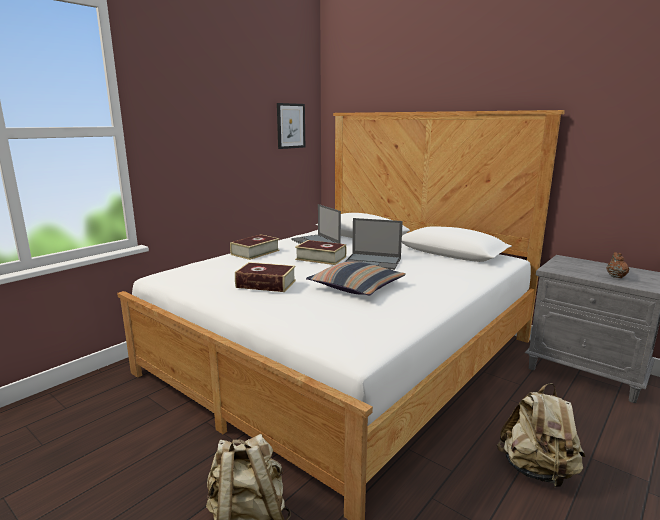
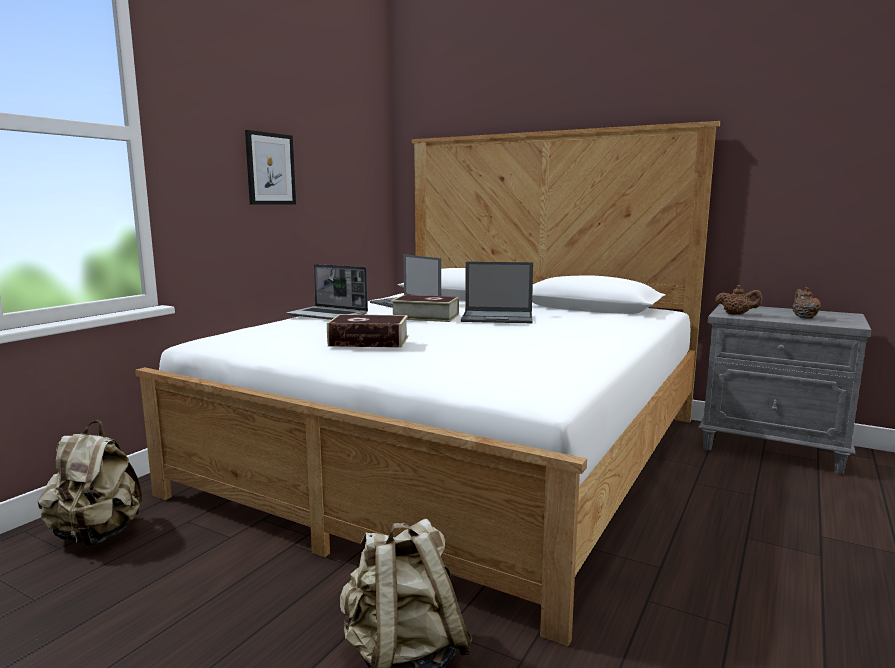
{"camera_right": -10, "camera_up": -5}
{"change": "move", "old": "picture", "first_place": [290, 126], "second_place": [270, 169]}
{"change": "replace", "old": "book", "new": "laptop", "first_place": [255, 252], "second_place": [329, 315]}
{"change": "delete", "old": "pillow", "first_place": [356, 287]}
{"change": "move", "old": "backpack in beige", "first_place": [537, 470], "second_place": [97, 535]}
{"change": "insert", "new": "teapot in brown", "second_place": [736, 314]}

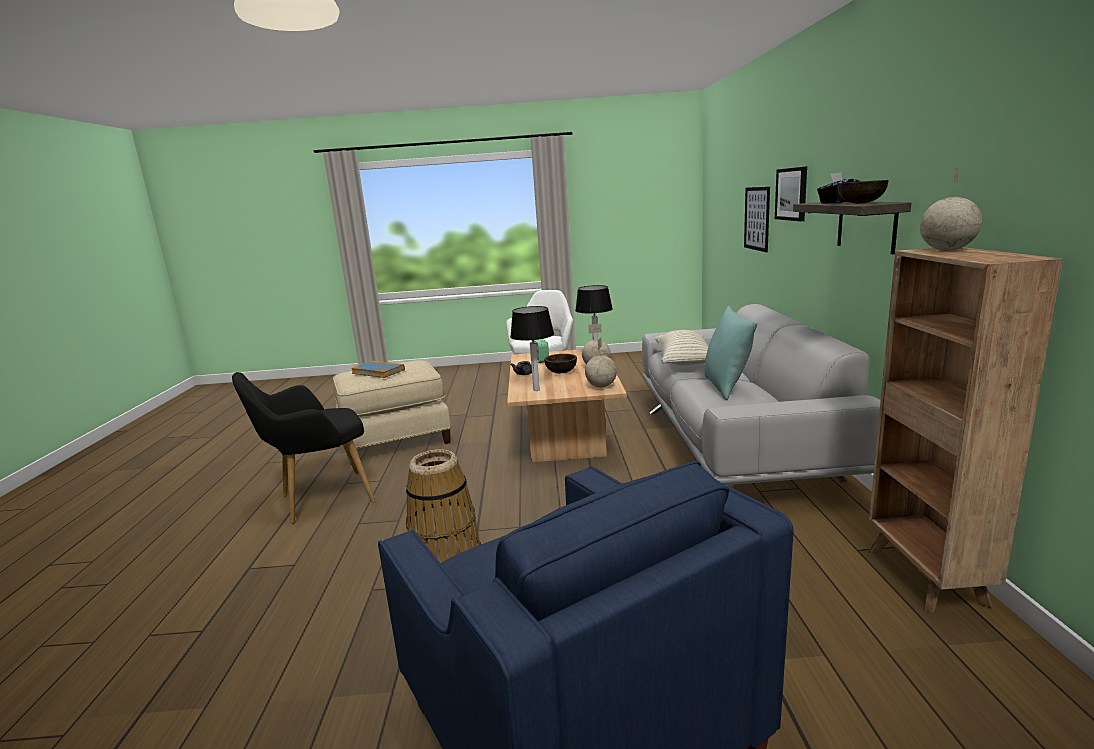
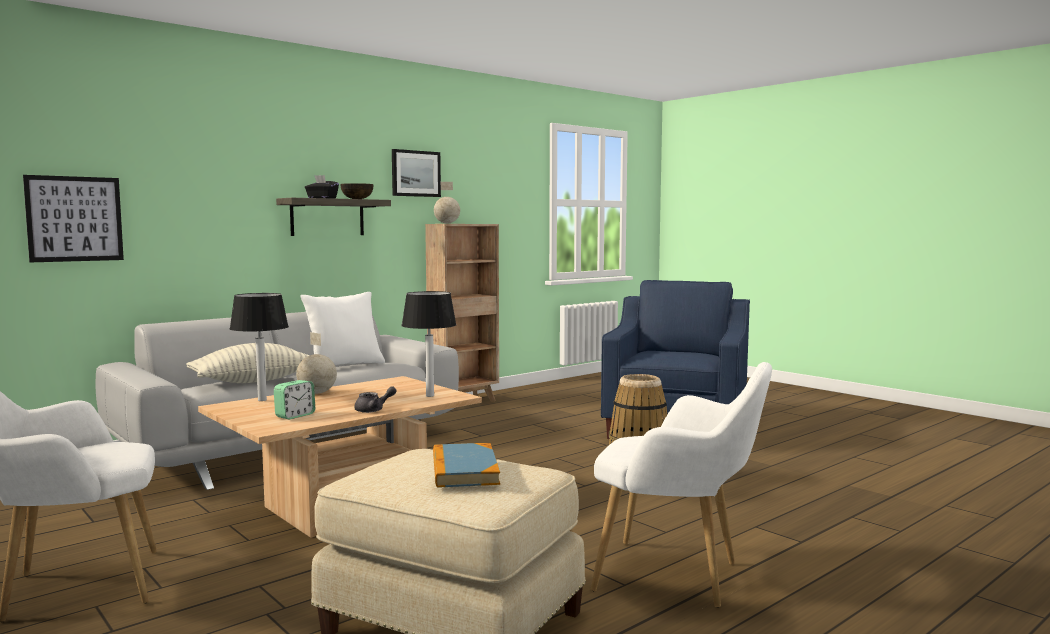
{"camera_right": -130, "camera_up": -10}
{"change": "move", "old": "picture", "first_place": [792, 194], "second_place": [415, 173]}
{"change": "recolor", "old": "pillow in turquoise", "new": "pillow in white", "first_place": [727, 387], "second_place": [344, 366]}
{"change": "delete", "old": "globe", "first_place": [601, 386]}
{"change": "delete", "old": "bowl in brown", "first_place": [561, 372]}
{"change": "recolor", "old": "armchair in black", "new": "armchair in white", "first_place": [320, 500], "second_place": [677, 577]}

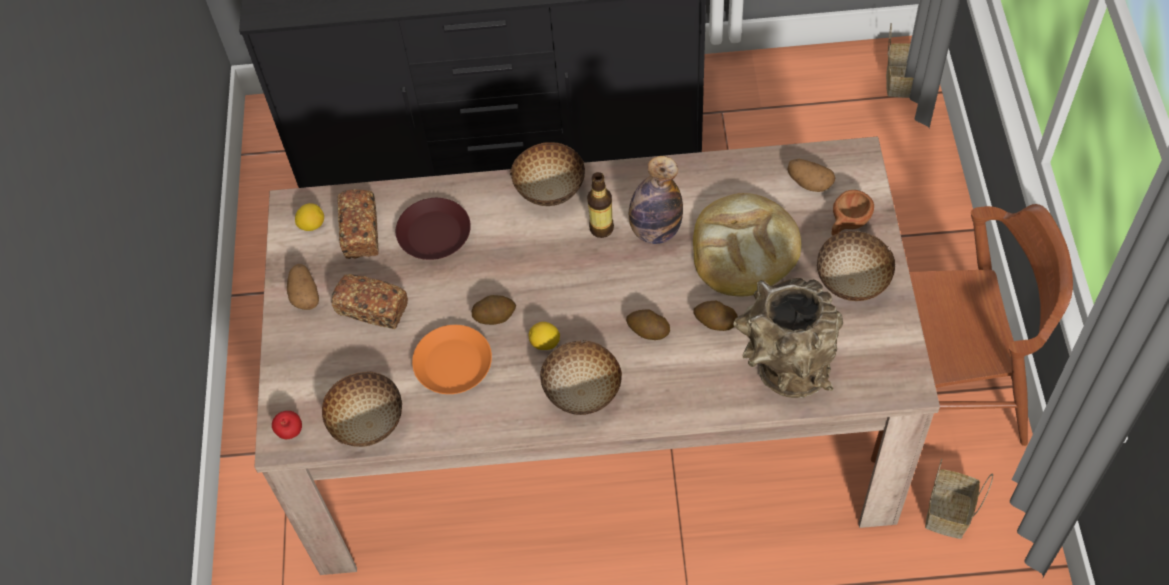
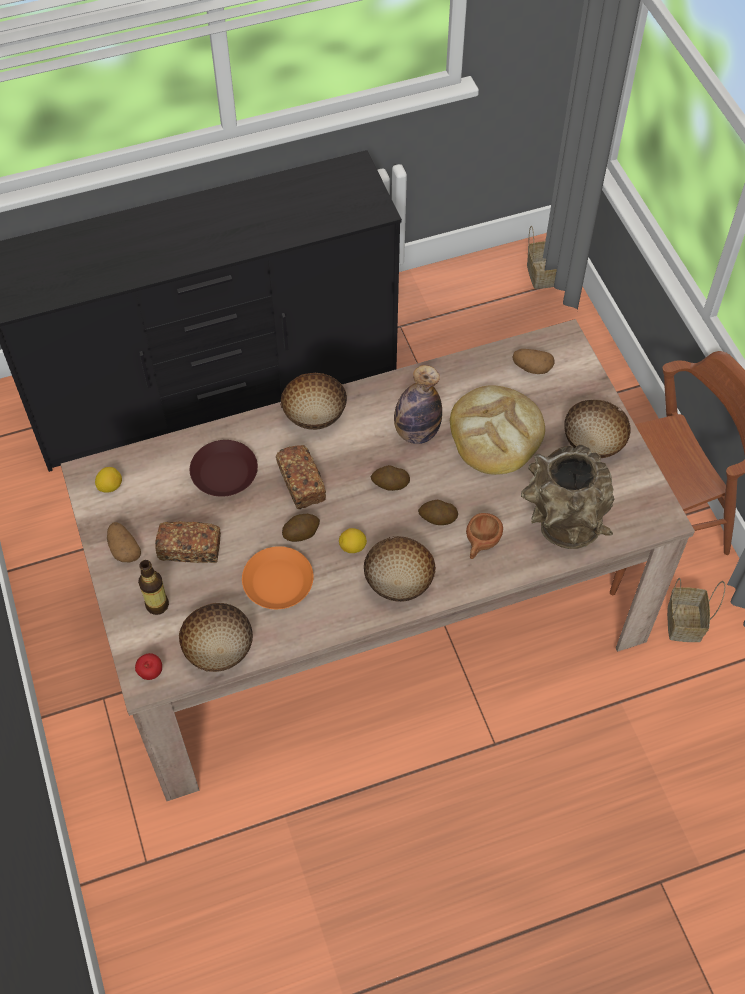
{"camera_right": -20, "camera_up": 0}
{"change": "move", "old": "bottle", "first_place": [601, 228], "second_place": [157, 605]}
{"change": "move", "old": "bread", "first_place": [361, 232], "second_place": [301, 484]}
{"change": "move", "old": "cup in brown", "first_place": [847, 224], "second_place": [480, 544]}
{"change": "move", "old": "potato", "first_place": [715, 322], "second_place": [390, 484]}

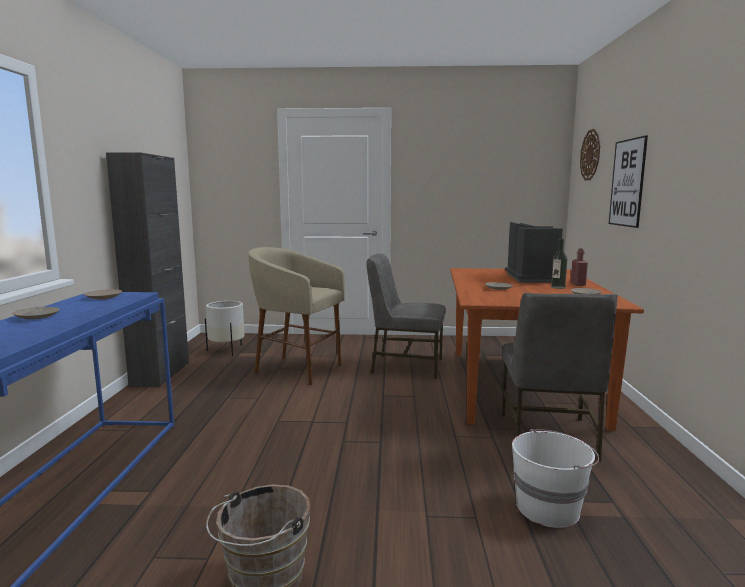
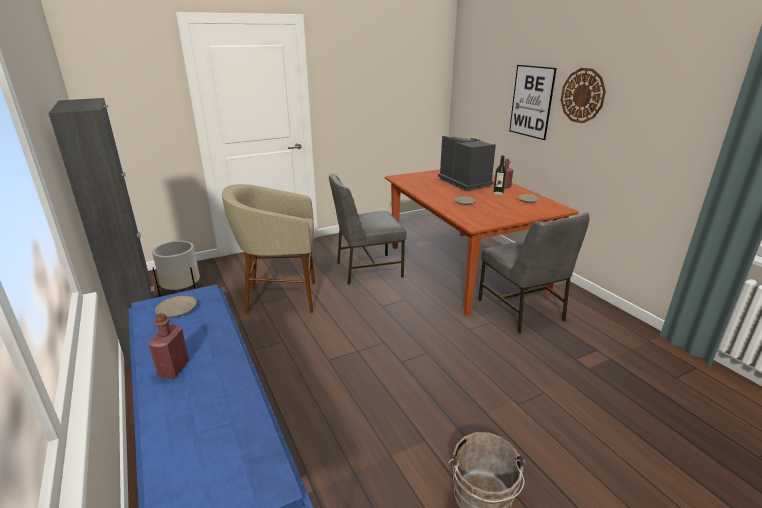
{"camera_right": -30, "camera_up": 15}
{"change": "move", "old": "wall clock", "first_place": [590, 155], "second_place": [582, 95]}
{"change": "replace", "old": "plate in beige", "new": "bottle in red", "first_place": [37, 317], "second_place": [174, 369]}
{"change": "delete", "old": "bucket in white", "first_place": [549, 508]}

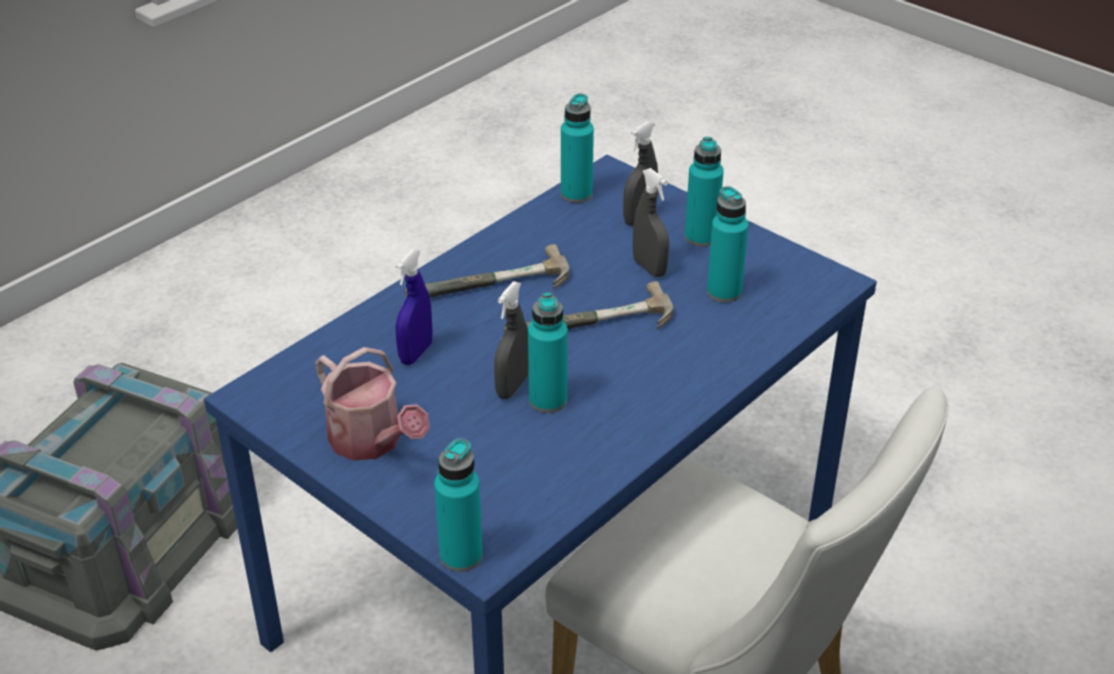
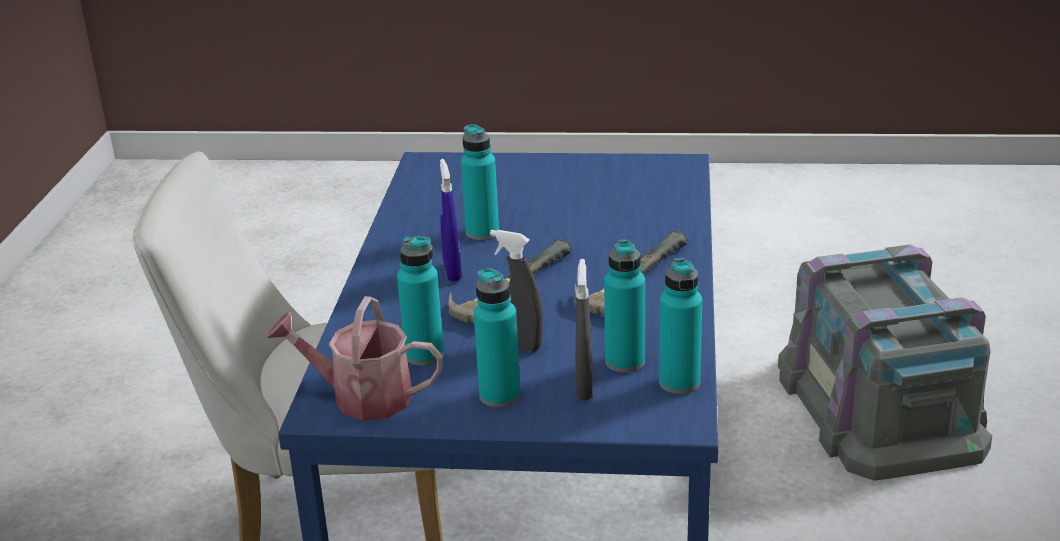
{"camera_right": 145, "camera_up": -10}
{"change": "move", "old": "spray bottle in blue", "first_place": [416, 353], "second_place": [452, 272]}
{"change": "delete", "old": "spray bottle in grey", "first_place": [512, 387]}
{"change": "move", "old": "watering can", "first_place": [372, 442], "second_place": [361, 397]}
{"change": "move", "old": "bottle in turquoise", "first_place": [461, 556], "second_place": [625, 362]}

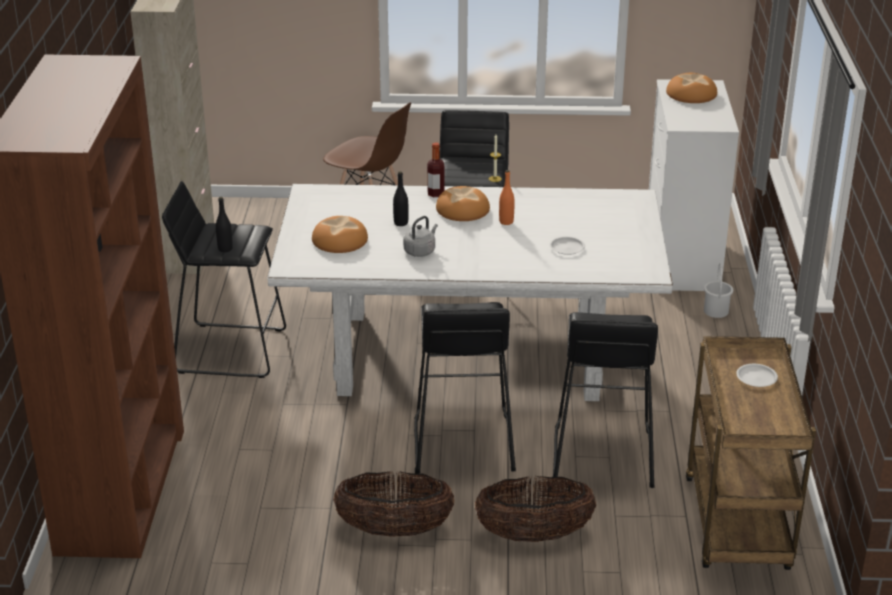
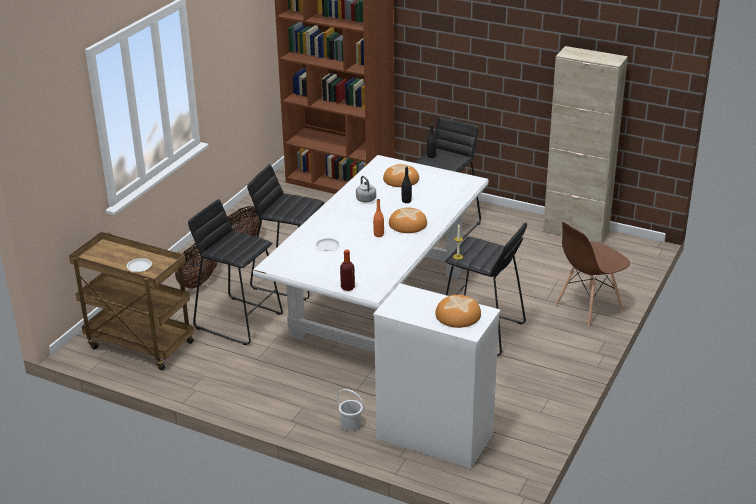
{"camera_right": 115, "camera_up": 0}
{"change": "move", "old": "bottle", "first_place": [436, 194], "second_place": [347, 287]}

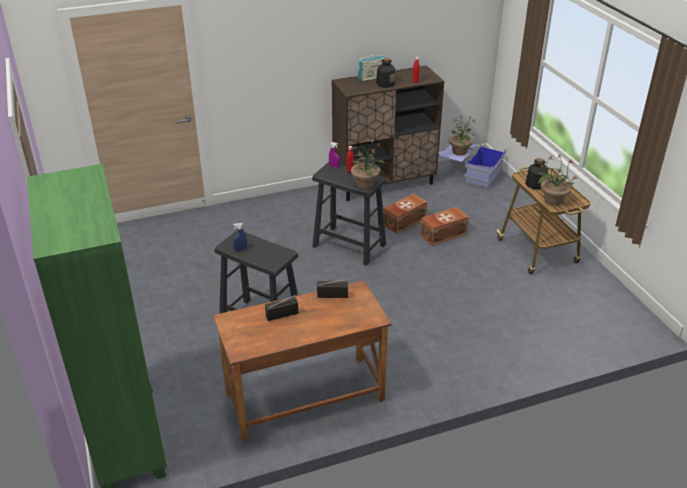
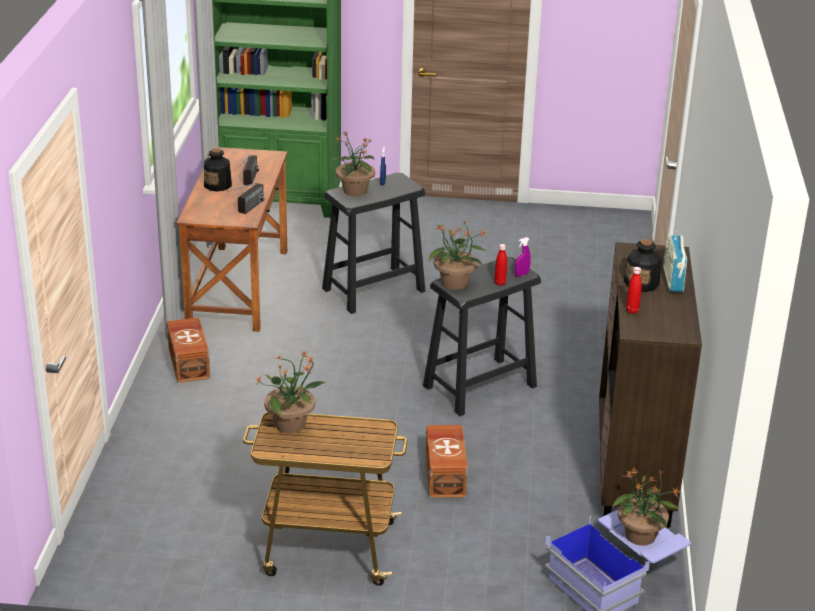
{"camera_right": 115, "camera_up": -5}
{"change": "move", "old": "bottle", "first_place": [535, 184], "second_place": [218, 185]}
{"change": "move", "old": "storage box in brown", "first_place": [403, 222], "second_place": [190, 362]}
{"change": "insert", "new": "potted plant", "second_place": [354, 191]}

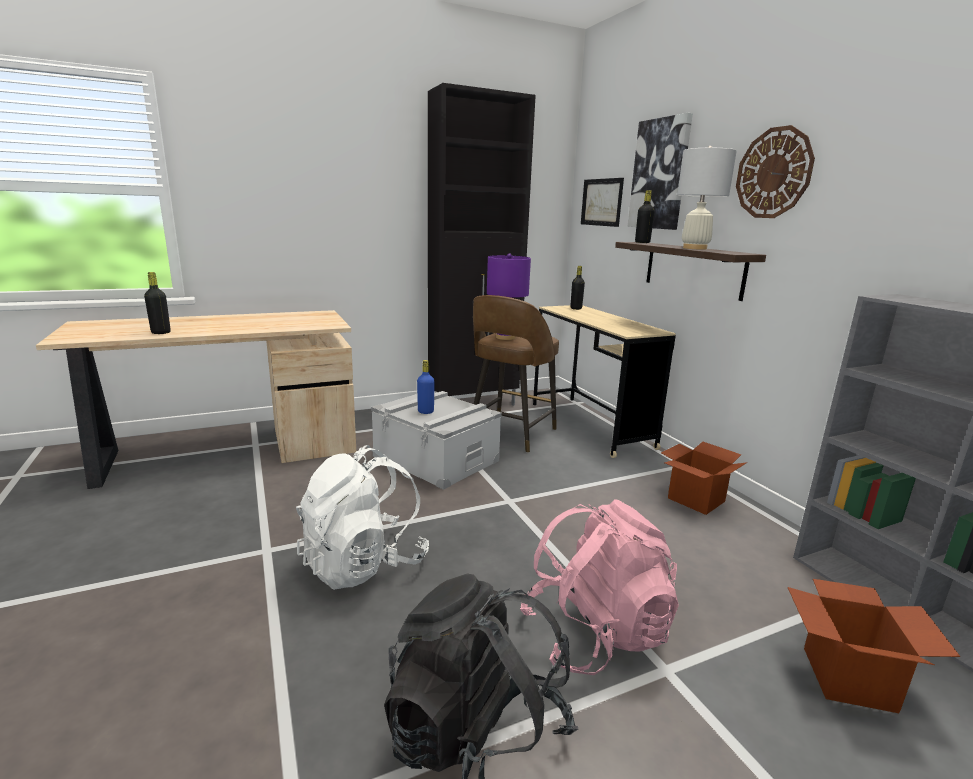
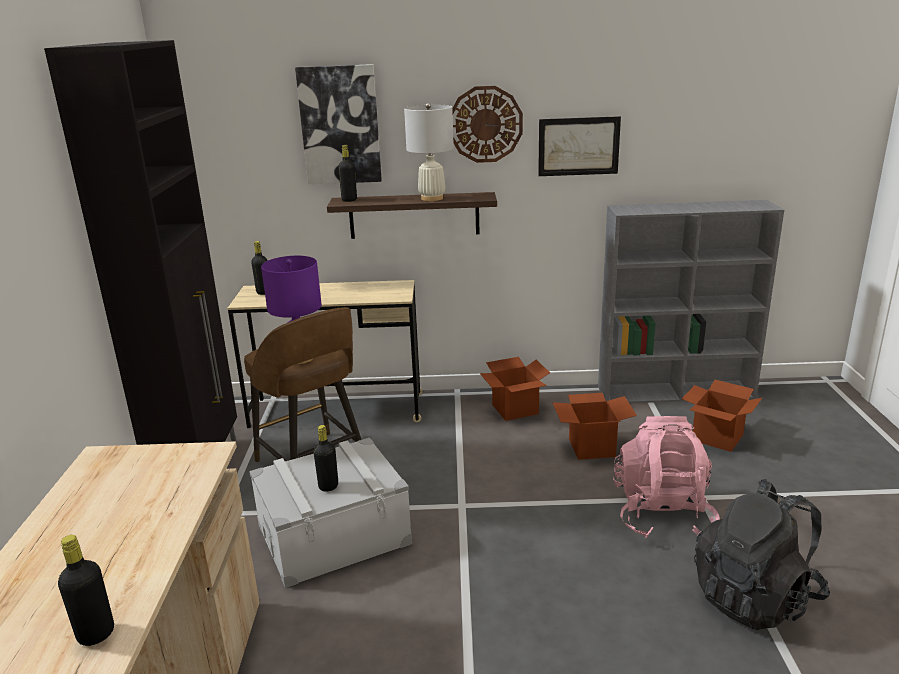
{"camera_right": -65, "camera_up": 5}
{"change": "move", "old": "picture", "first_place": [601, 202], "second_place": [578, 146]}
{"change": "recolor", "old": "bottle in blue", "new": "bottle in black", "first_place": [425, 411], "second_place": [328, 486]}
{"change": "delete", "old": "backpack in white", "first_place": [364, 563]}
{"change": "insert", "new": "cardboard box", "second_place": [592, 447]}

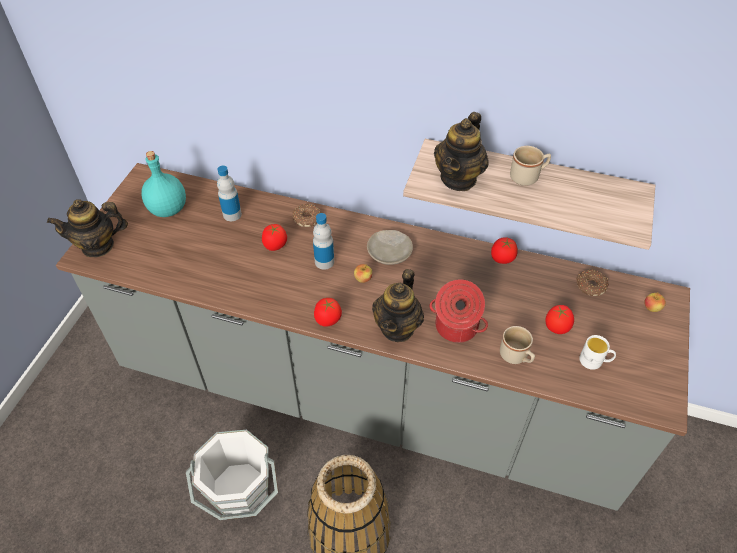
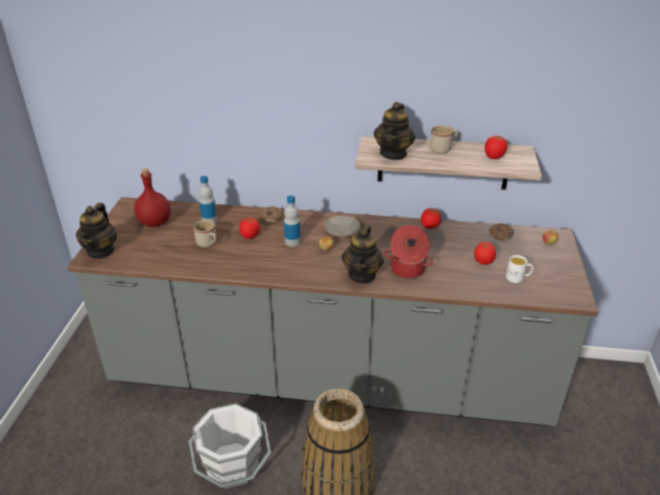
{"camera_right": -10, "camera_up": -15}
{"change": "recolor", "old": "bottle in turquoise", "new": "bottle in red", "first_place": [167, 209], "second_place": [154, 223]}
{"change": "rotate", "old": "teapot", "first_place": [98, 246], "second_place": [101, 251], "degrees": -60}
{"change": "move", "old": "tomato", "first_place": [327, 320], "second_place": [494, 157]}
{"change": "move", "old": "mug in beige", "first_place": [516, 357], "second_place": [208, 244]}

